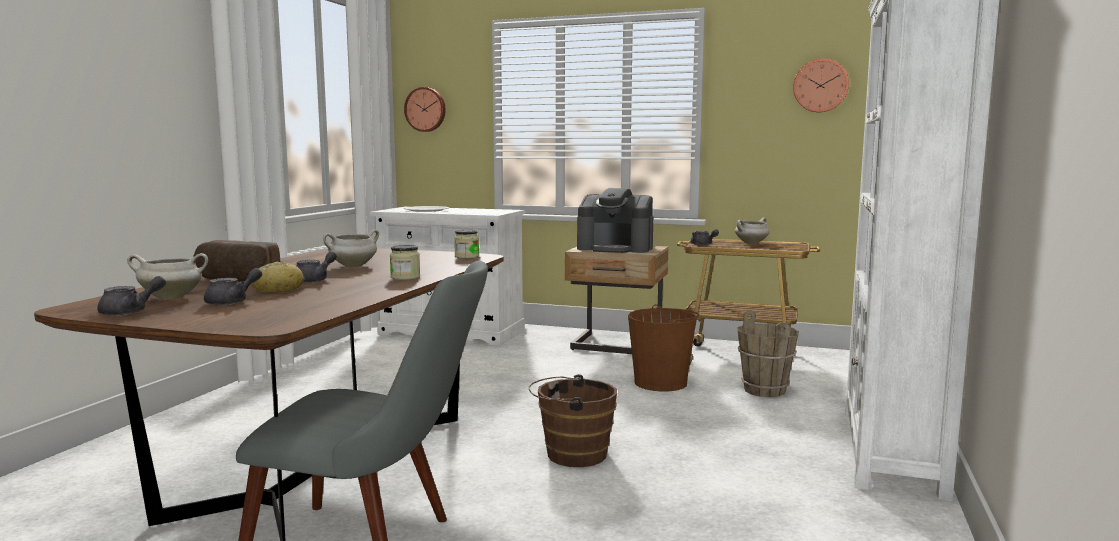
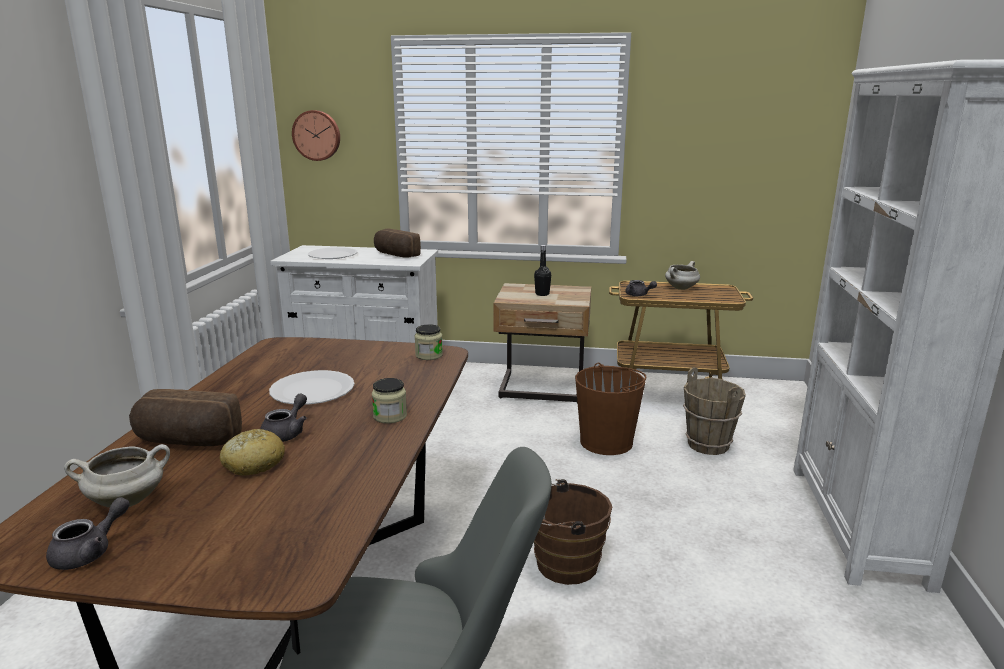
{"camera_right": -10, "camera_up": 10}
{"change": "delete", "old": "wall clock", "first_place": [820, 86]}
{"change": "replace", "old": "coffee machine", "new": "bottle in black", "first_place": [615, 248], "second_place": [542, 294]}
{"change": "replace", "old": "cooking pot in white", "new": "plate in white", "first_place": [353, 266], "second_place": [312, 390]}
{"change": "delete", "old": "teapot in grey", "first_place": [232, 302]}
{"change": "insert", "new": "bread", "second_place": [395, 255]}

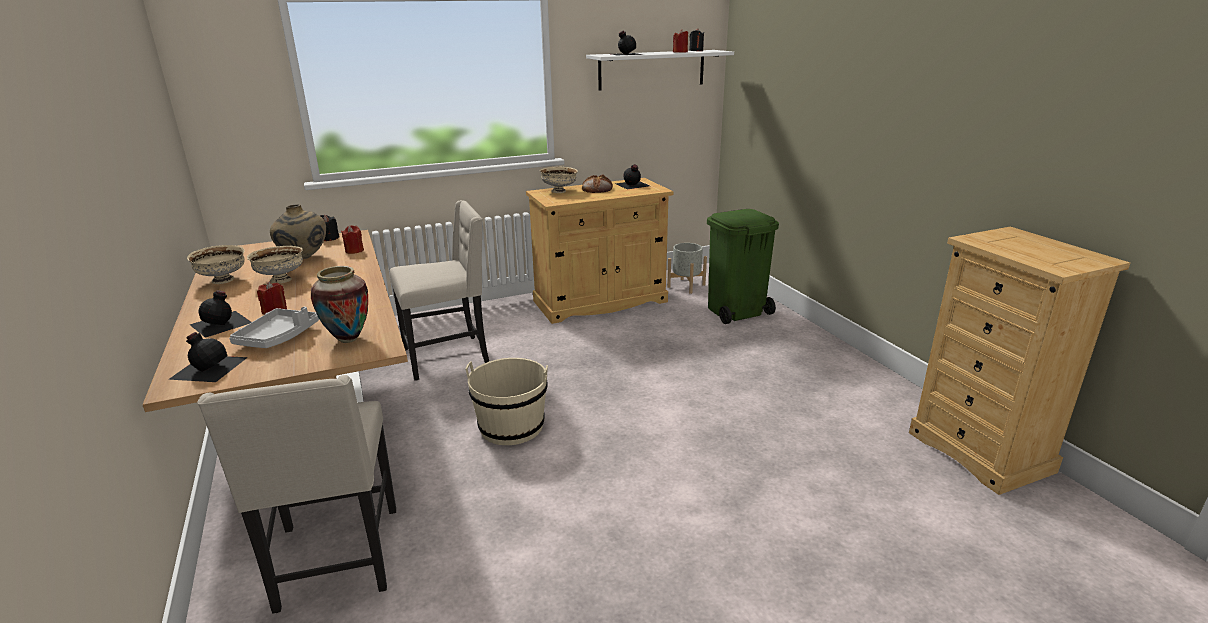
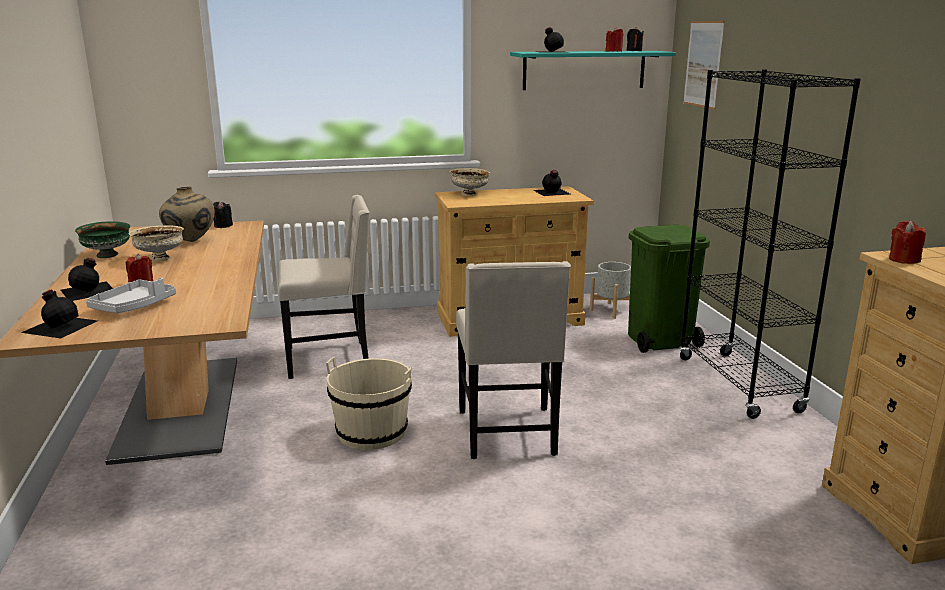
{"camera_right": 10, "camera_up": -5}
{"change": "recolor", "old": "shelf in white", "new": "shelf in turquoise", "first_place": [652, 69], "second_place": [584, 70]}
{"change": "delete", "old": "bread", "first_place": [597, 189]}
{"change": "move", "old": "candle in red", "first_place": [354, 251], "second_place": [903, 260]}
{"change": "recolor", "old": "bowl in beige", "new": "bowl in green", "first_place": [224, 280], "second_place": [108, 255]}
{"change": "delete", "old": "vase", "first_place": [348, 339]}
{"change": "move", "old": "chair in beige", "first_place": [337, 560], "second_place": [509, 434]}
{"change": "insert", "new": "picture", "second_place": [703, 64]}
{"change": "insert", "new": "bookcase in black", "second_place": [738, 384]}

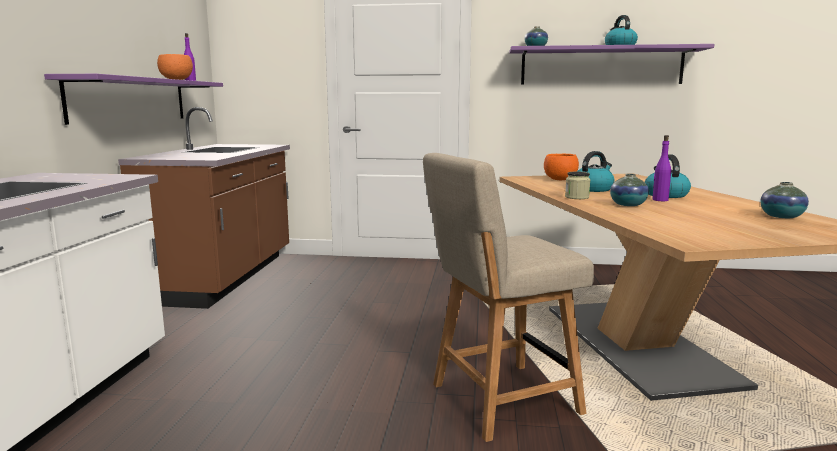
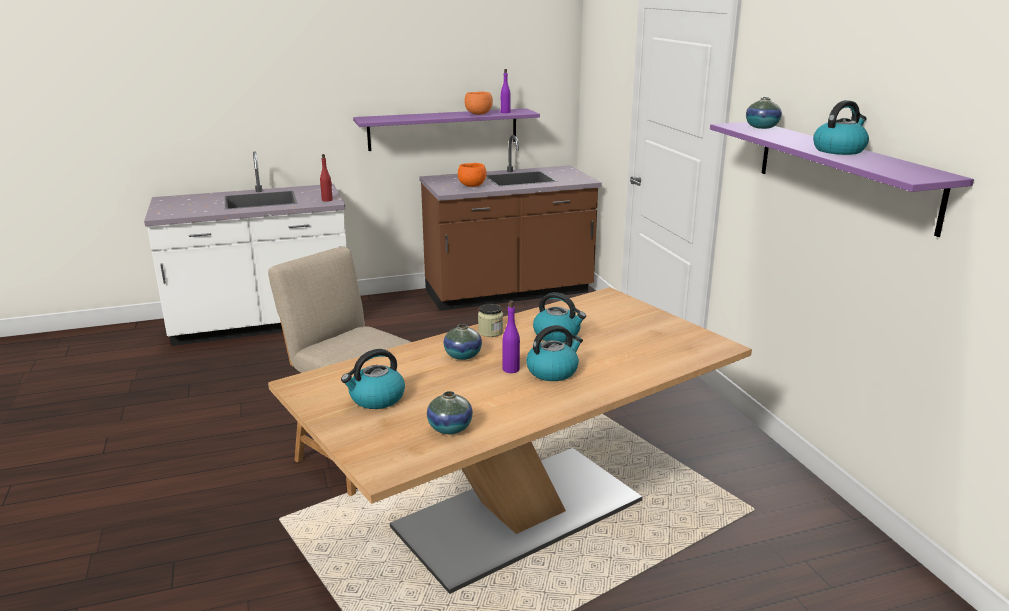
{"camera_right": 65, "camera_up": 10}
{"change": "move", "old": "bowl in orange", "first_place": [559, 180], "second_place": [472, 186]}
{"change": "insert", "new": "bottle in red", "second_place": [327, 200]}
{"change": "insert", "new": "kettle", "second_place": [376, 399]}

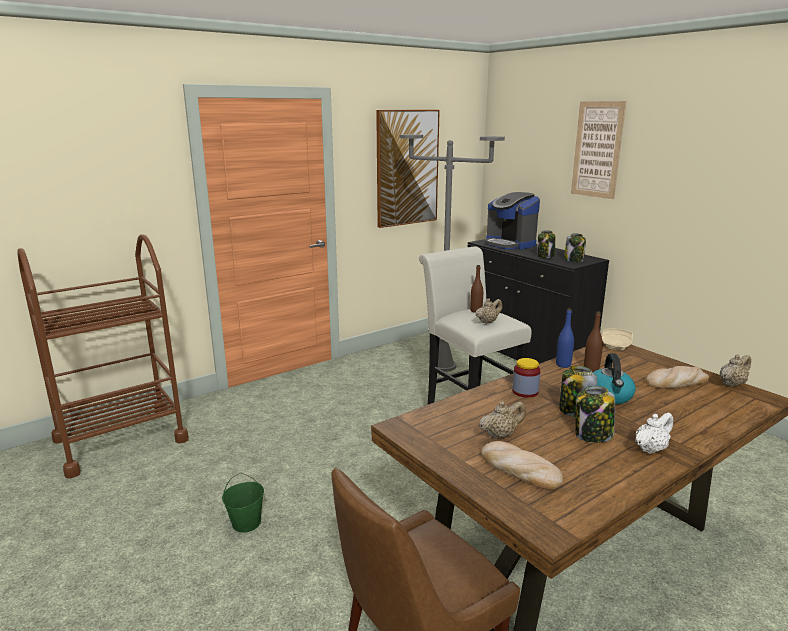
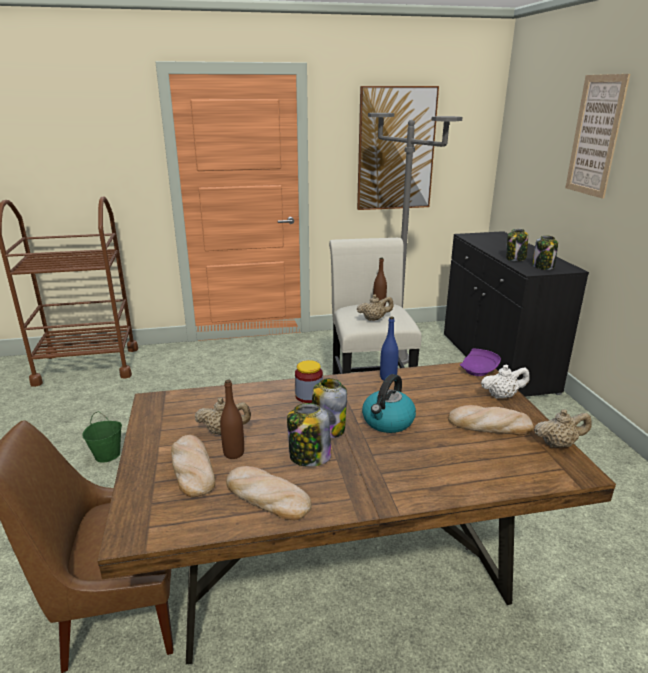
{"camera_right": 25, "camera_up": 5}
{"change": "delete", "old": "coffee machine", "first_place": [509, 244]}
{"change": "move", "old": "bottle in brown", "first_place": [591, 368], "second_place": [234, 453]}
{"change": "recolor", "old": "plate in beige", "new": "plate in purple", "first_place": [616, 346], "second_place": [478, 370]}
{"change": "move", "old": "teapot in white", "first_place": [650, 449], "second_place": [502, 396]}
{"change": "insert", "new": "bread", "second_place": [266, 497]}

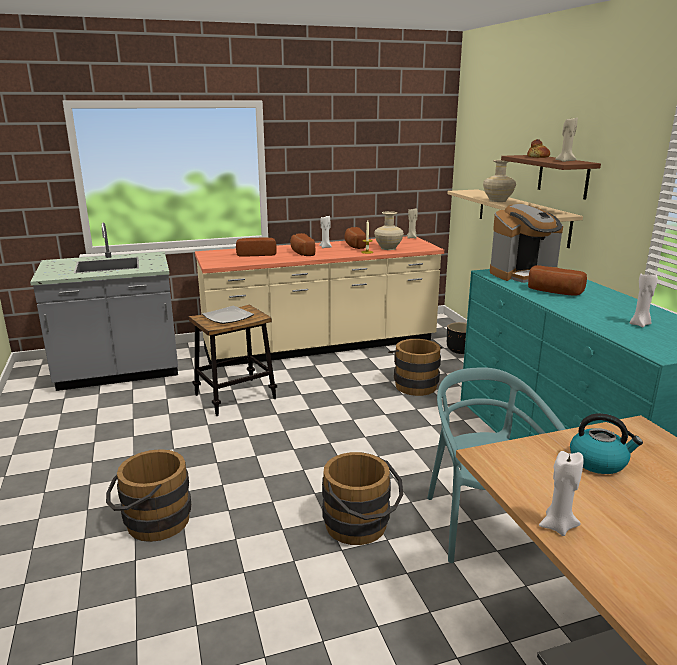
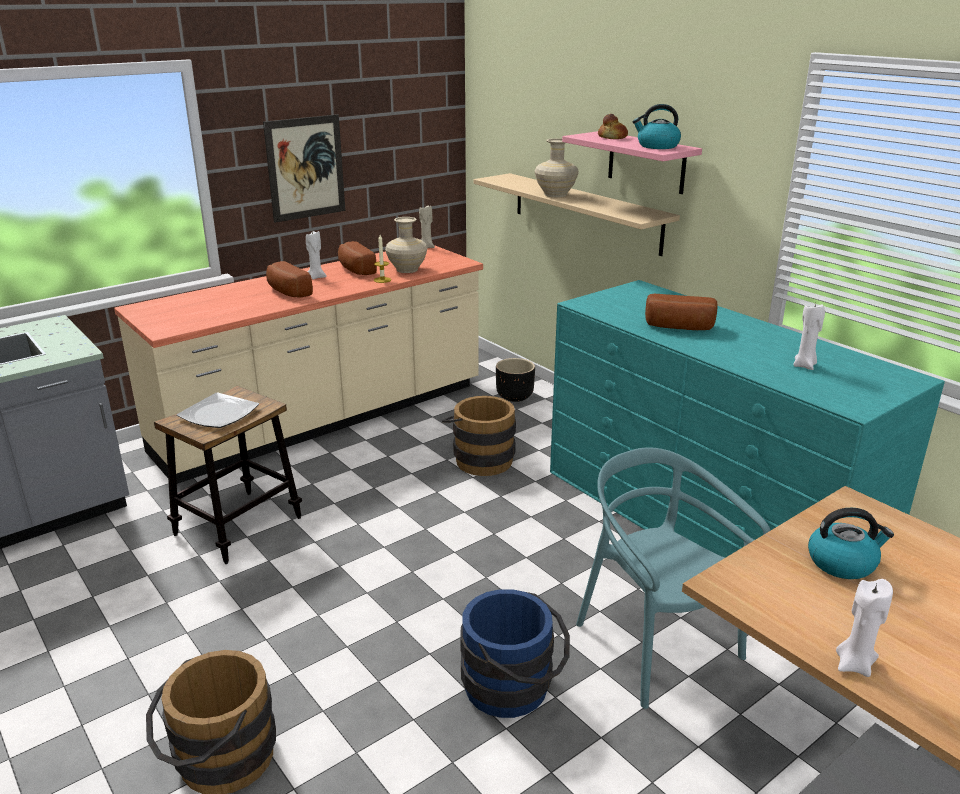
{"camera_right": -20, "camera_up": 5}
{"change": "replace", "old": "candle in beige", "new": "kettle", "first_place": [565, 161], "second_place": [657, 146]}
{"change": "recolor", "old": "shelf in brown", "new": "shelf in pink", "first_place": [563, 176], "second_place": [646, 162]}
{"change": "delete", "old": "coffee machine", "first_place": [523, 274]}
{"change": "delete", "old": "bread", "first_place": [256, 254]}
{"change": "recolor", "old": "bucket in brown", "new": "bucket in blue", "first_place": [360, 527], "second_place": [514, 688]}
{"change": "insert", "new": "picture", "second_place": [305, 168]}

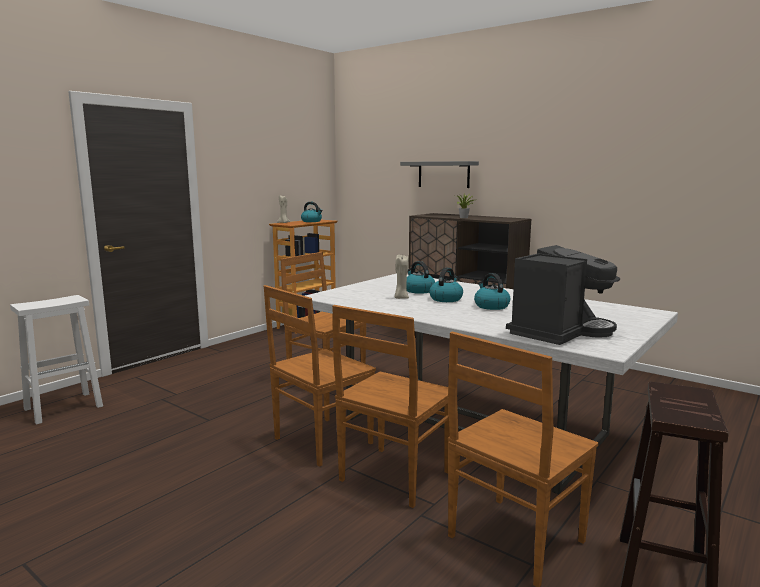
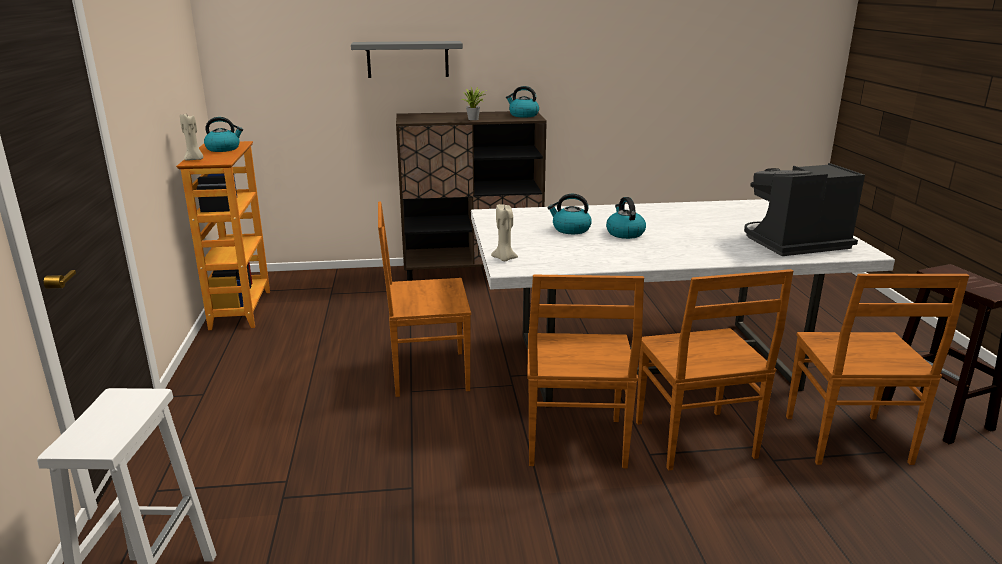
{"camera_right": -45, "camera_up": 10}
{"change": "rotate", "old": "coffee machine", "first_place": [559, 331], "second_place": [795, 243], "degrees": -105}
{"change": "move", "old": "candle in beige", "first_place": [401, 298], "second_place": [504, 259]}
{"change": "move", "old": "kettle", "first_place": [491, 306], "second_place": [523, 115]}

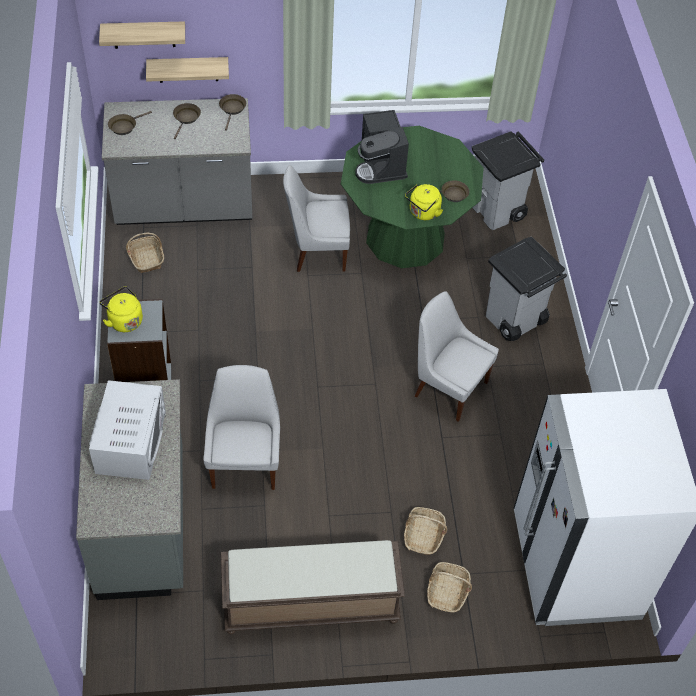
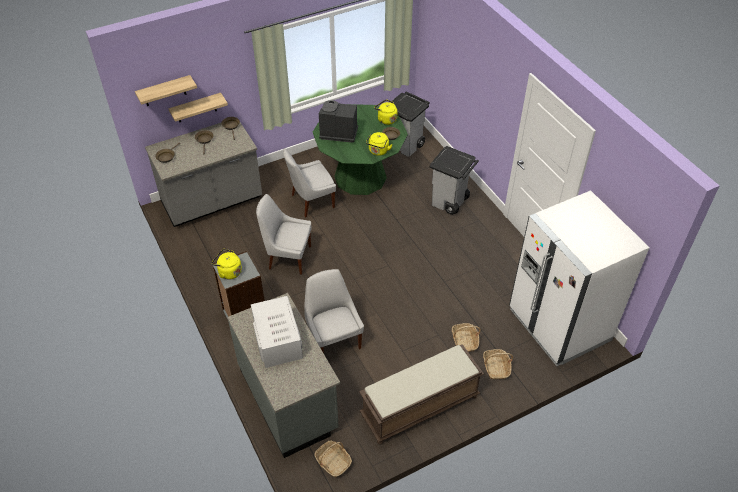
{"camera_right": -20, "camera_up": -5}
{"change": "rotate", "old": "coffee machine", "first_place": [380, 165], "second_place": [338, 133], "degrees": 135}
{"change": "move", "old": "basket", "first_place": [146, 259], "second_place": [333, 462]}
{"change": "move", "old": "chair in white", "first_place": [448, 387], "second_place": [288, 257]}
{"change": "insert", "new": "kettle in yellow", "second_place": [386, 119]}

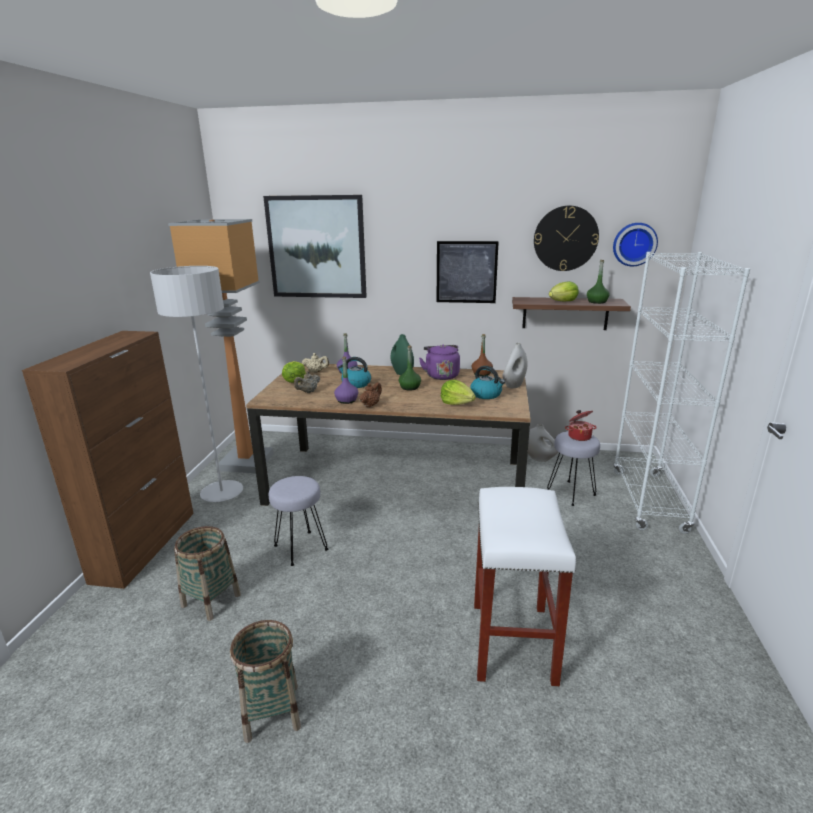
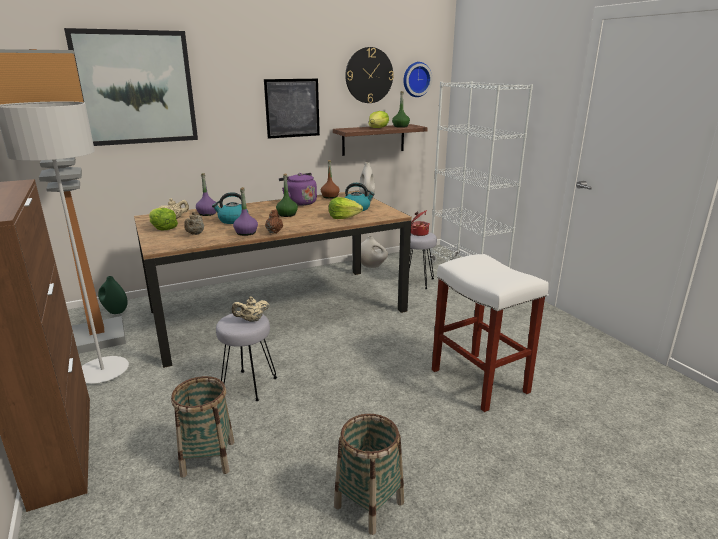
{"camera_right": -35, "camera_up": 0}
{"change": "move", "old": "vase in green", "first_place": [402, 373], "second_place": [115, 311]}
{"change": "insert", "new": "teapot in beige", "second_place": [252, 320]}

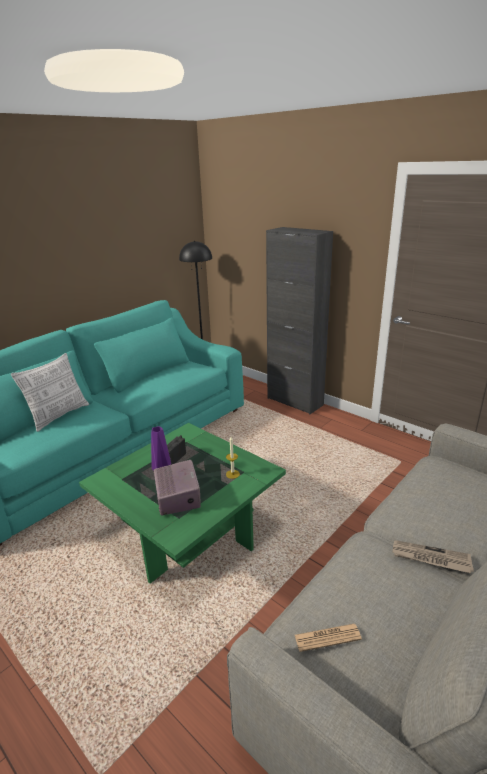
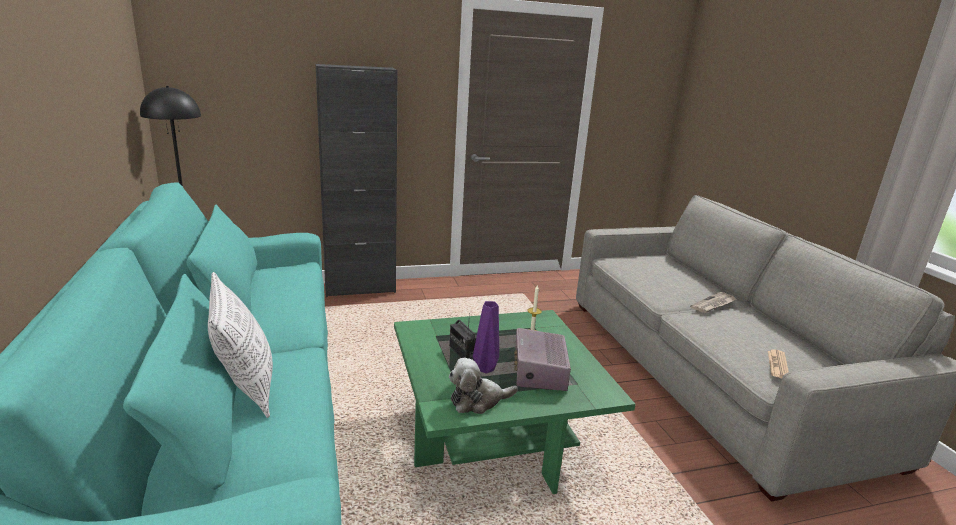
{"camera_right": -60, "camera_up": -5}
{"change": "rotate", "old": "radio", "first_place": [178, 496], "second_place": [539, 373], "degrees": -105}
{"change": "insert", "new": "plush toy", "second_place": [478, 400]}

